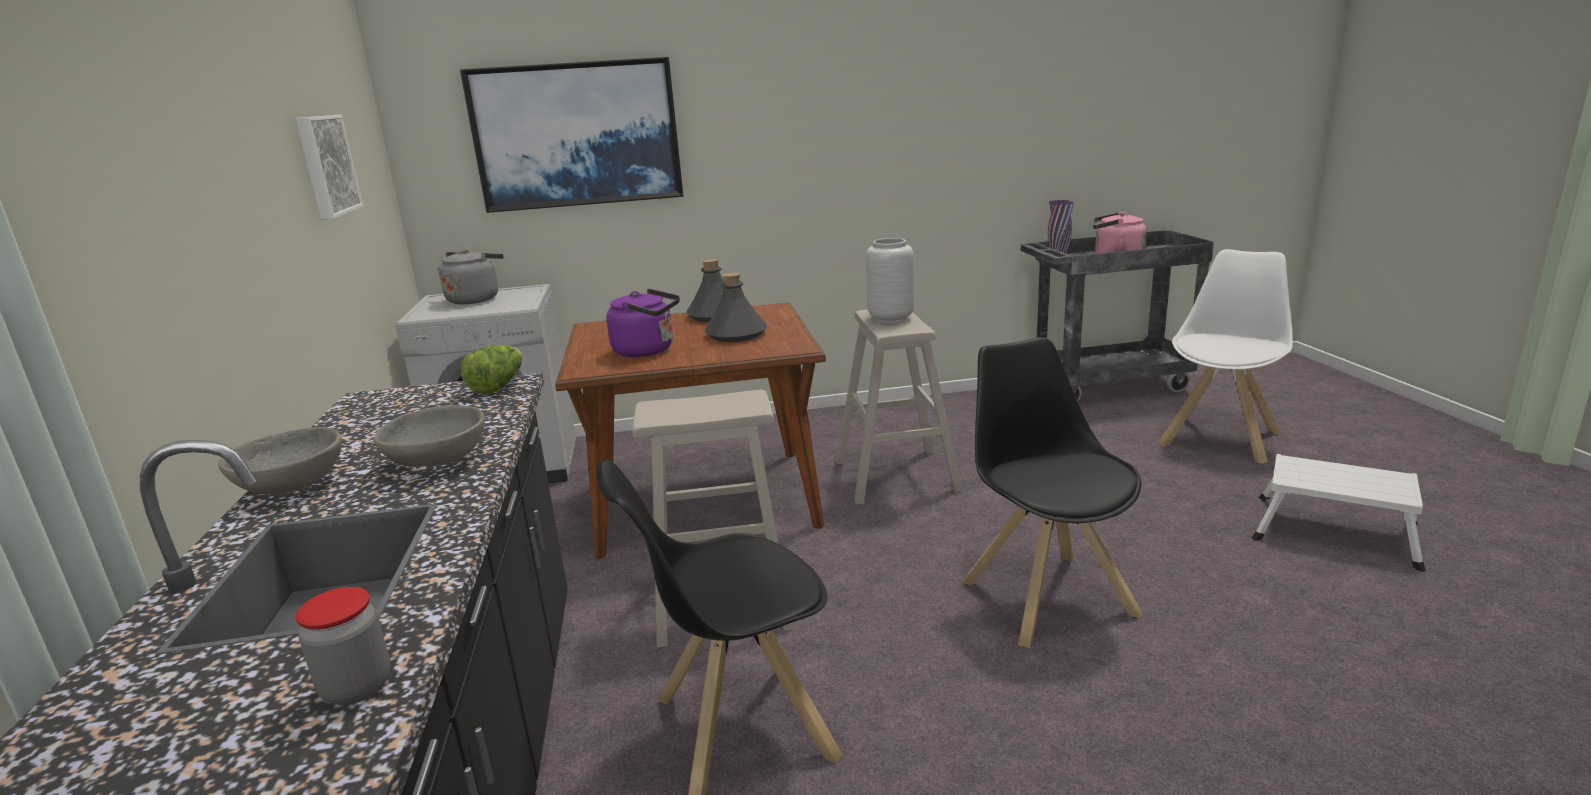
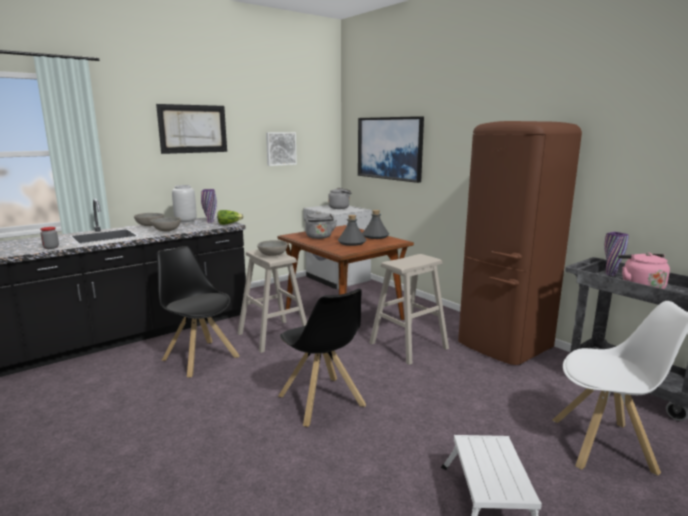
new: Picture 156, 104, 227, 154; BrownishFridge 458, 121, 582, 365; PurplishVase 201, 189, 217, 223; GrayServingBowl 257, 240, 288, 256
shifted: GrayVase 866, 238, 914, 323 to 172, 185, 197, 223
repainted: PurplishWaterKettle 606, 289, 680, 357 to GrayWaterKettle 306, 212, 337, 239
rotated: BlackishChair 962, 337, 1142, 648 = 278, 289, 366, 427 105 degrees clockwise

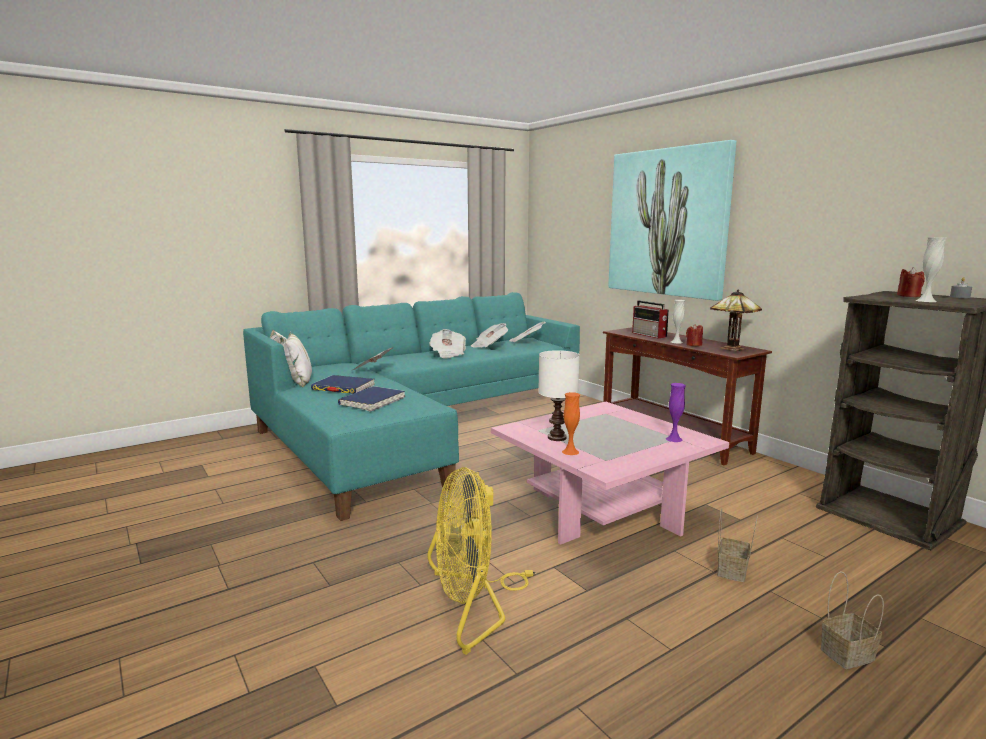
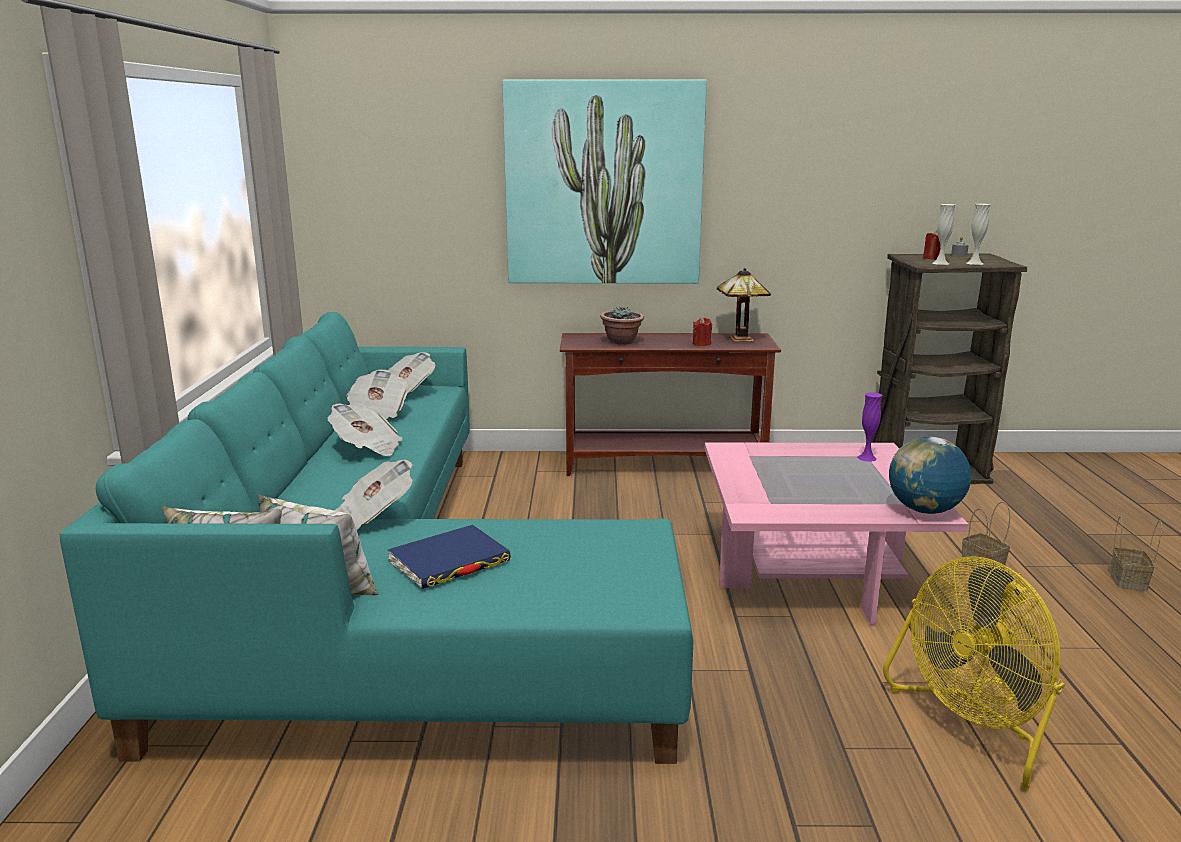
gone: WhiteLampForATable 538, 350, 580, 441; BluishBoundBook 338, 386, 405, 412; OrangeyVase 562, 392, 580, 455
new: WorldGlobe 889, 436, 971, 514
shifted: WhiteVase 671, 300, 685, 343 to 932, 204, 956, 265
swapped: Radio 632, 301, 669, 338 to PottedPlant 600, 307, 644, 345
rotated: YellowColouredElectricFan 428, 467, 536, 655 = 883, 557, 1065, 791 45 degrees clockwise

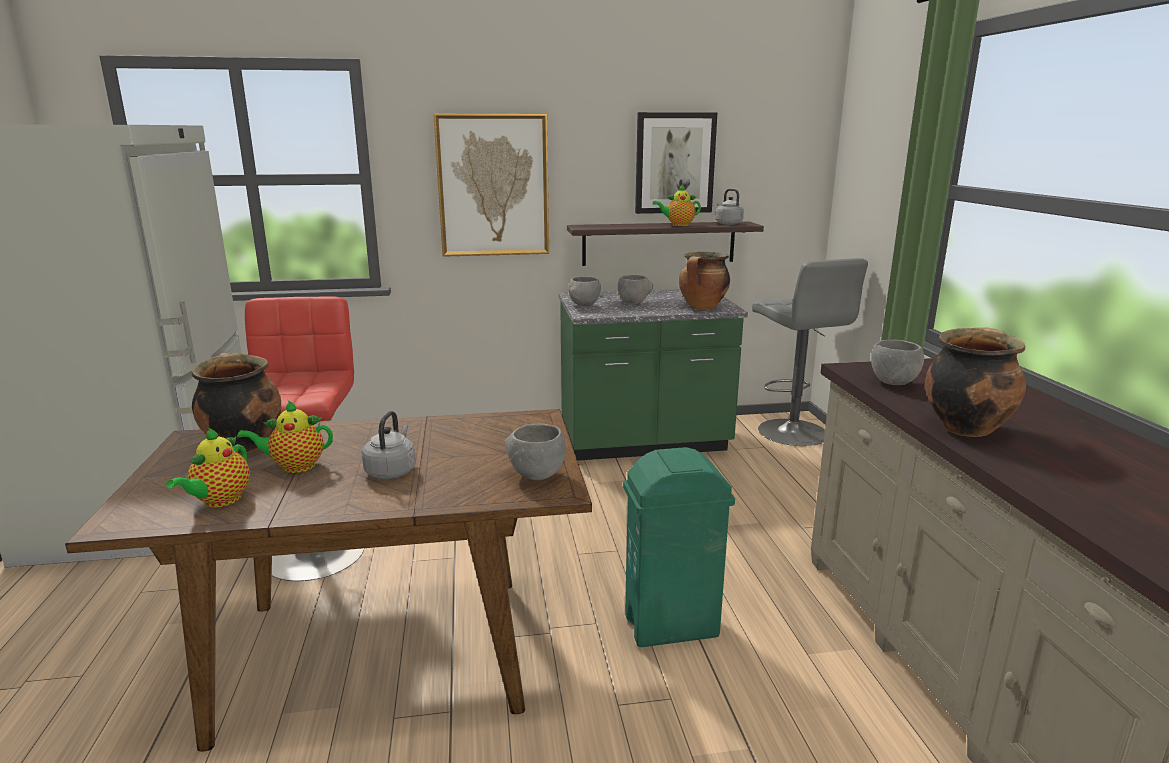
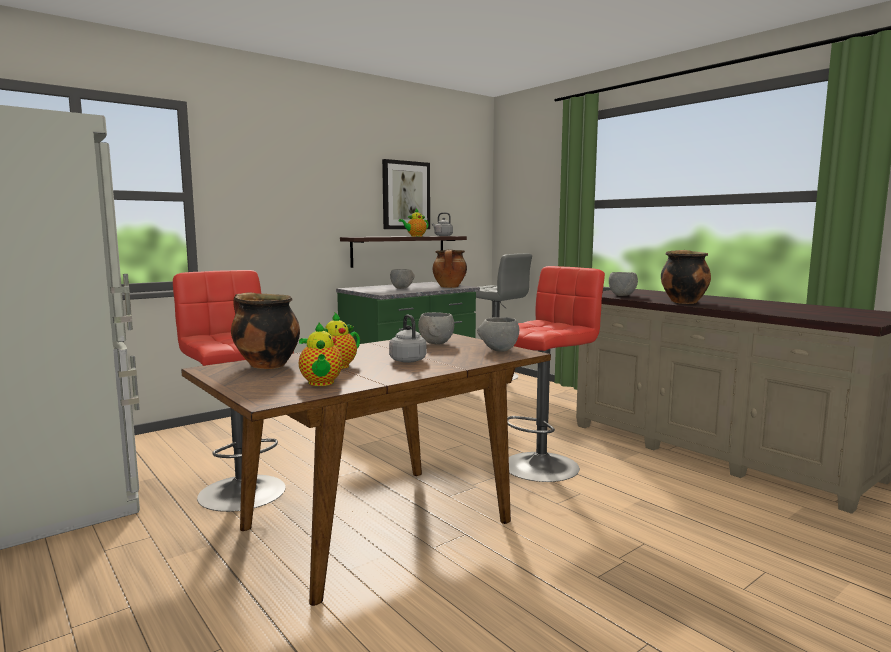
gone: Picture 433, 114, 549, 257
shifted: GrayServingBowl 568, 276, 601, 306 to 418, 312, 454, 345
swapped: GreenRubbishBin 623, 447, 735, 647 to ReddishSittingStool 507, 266, 605, 482

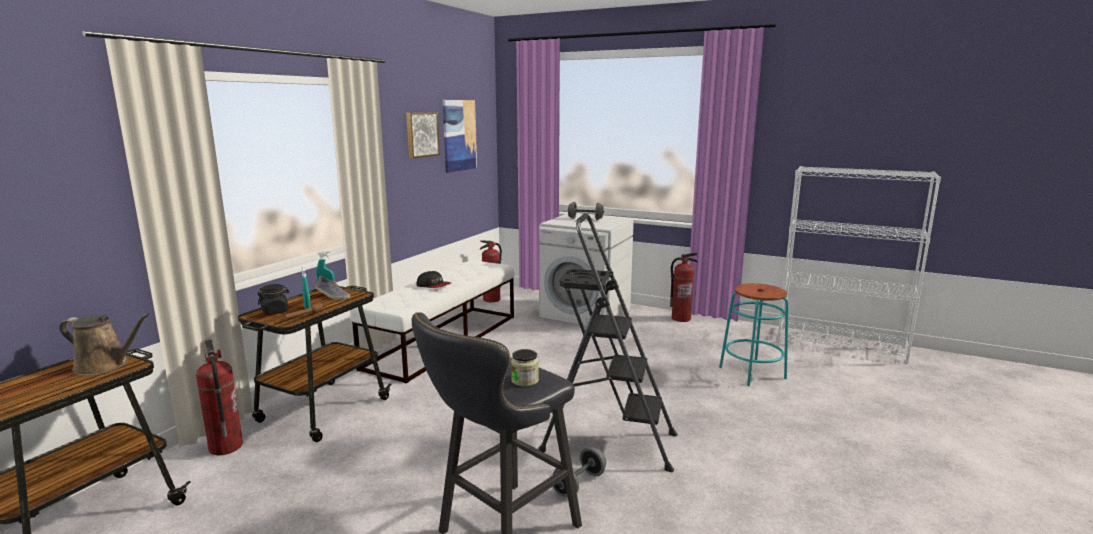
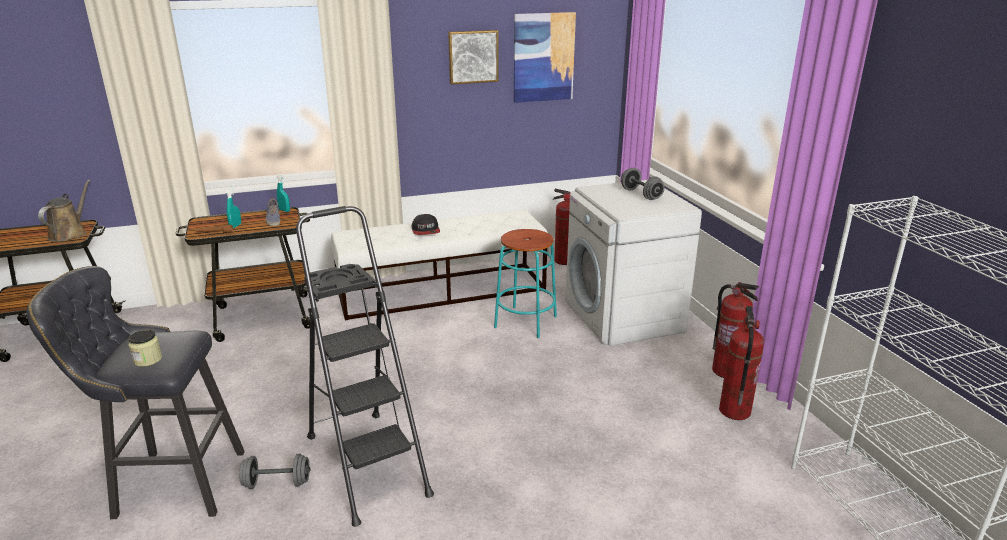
gone: BlackishStorageJar 258, 284, 289, 315
shifted: TurquoiseSittingStool 719, 283, 788, 386 to 494, 229, 557, 338; Extinguisher 196, 340, 243, 455 to 719, 306, 764, 420
rotated: BrownishWateringPot 59, 313, 150, 376 = 38, 179, 91, 242 135 degrees counterclockwise

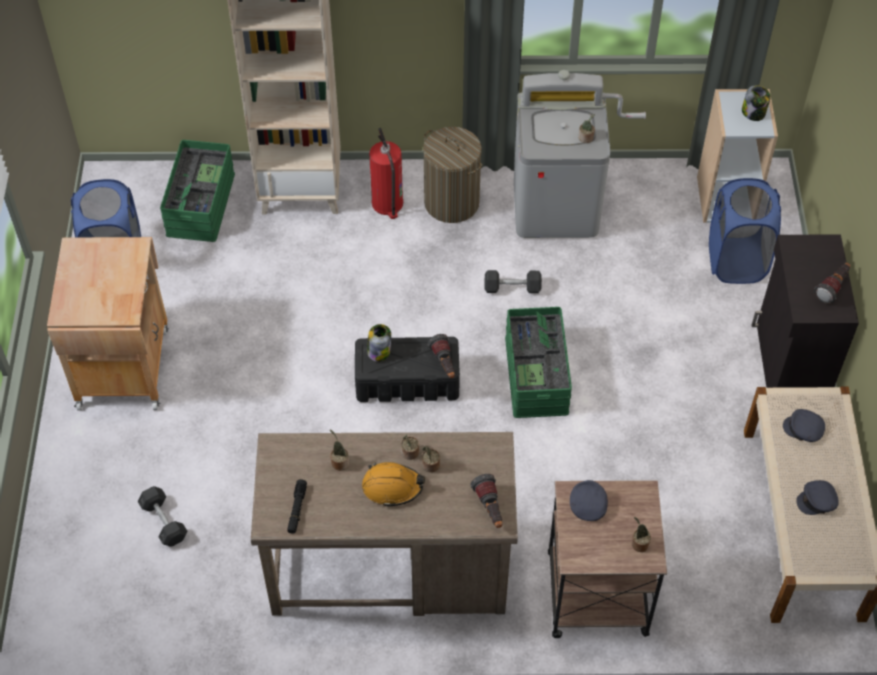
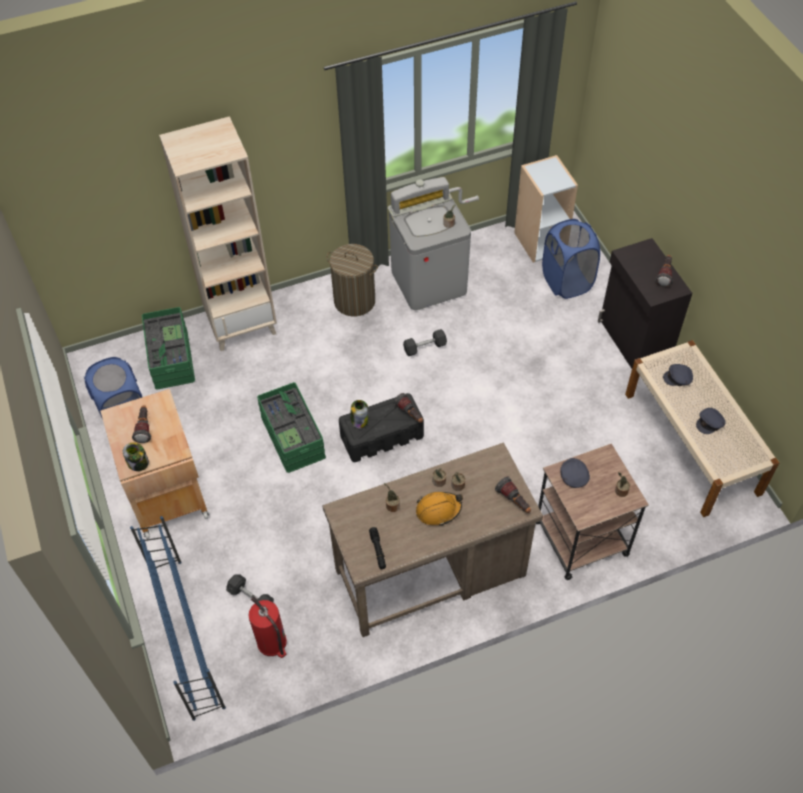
new: HandTorch 132, 405, 151, 443; BluishShoeRack 130, 516, 226, 721
shifted: StorageJar 742, 85, 771, 121 to 123, 443, 149, 471; Extinguisher 369, 128, 403, 219 to 248, 595, 287, 658; GreenStorageBin 505, 307, 572, 418 to 257, 382, 326, 473

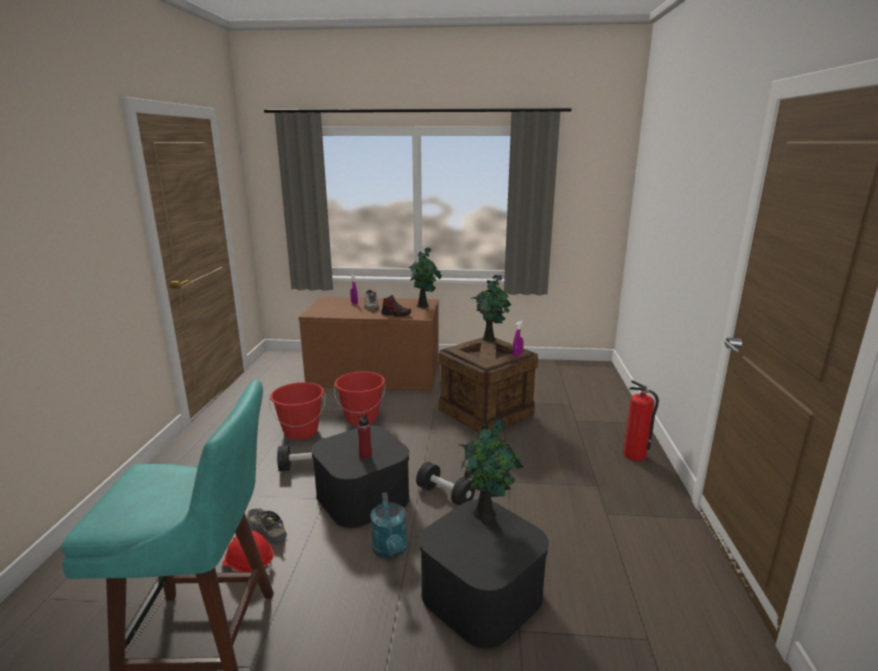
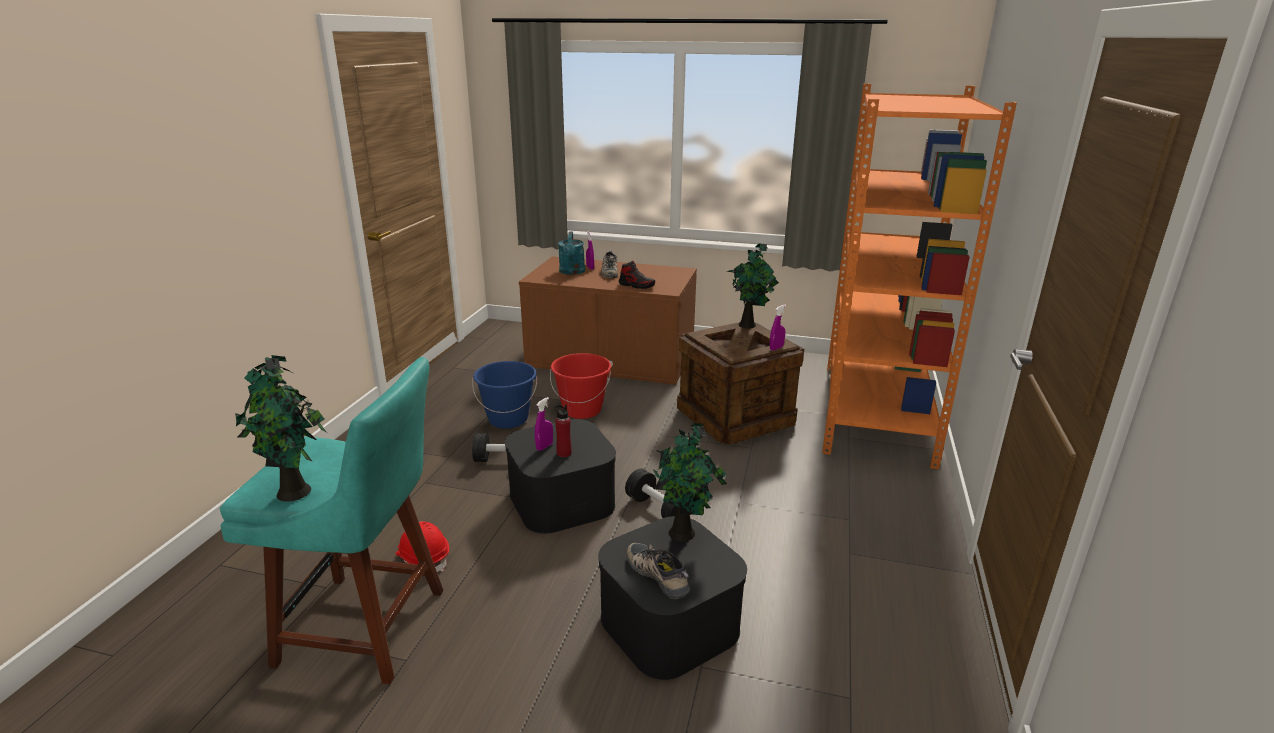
gone: Extinguisher 623, 380, 659, 461
new: OrangeyBookshelf 822, 84, 1017, 469; PurplishSprayBottle 535, 397, 553, 451
shifted: PottedPlant 409, 247, 442, 308 to 235, 355, 326, 502; TurquoiseWateringPot 370, 492, 408, 559 to 558, 232, 585, 275; LowShoe 247, 508, 287, 544 to 627, 543, 690, 599
repainted: ReddishPail 269, 382, 325, 440 to BluishPail 472, 361, 537, 429

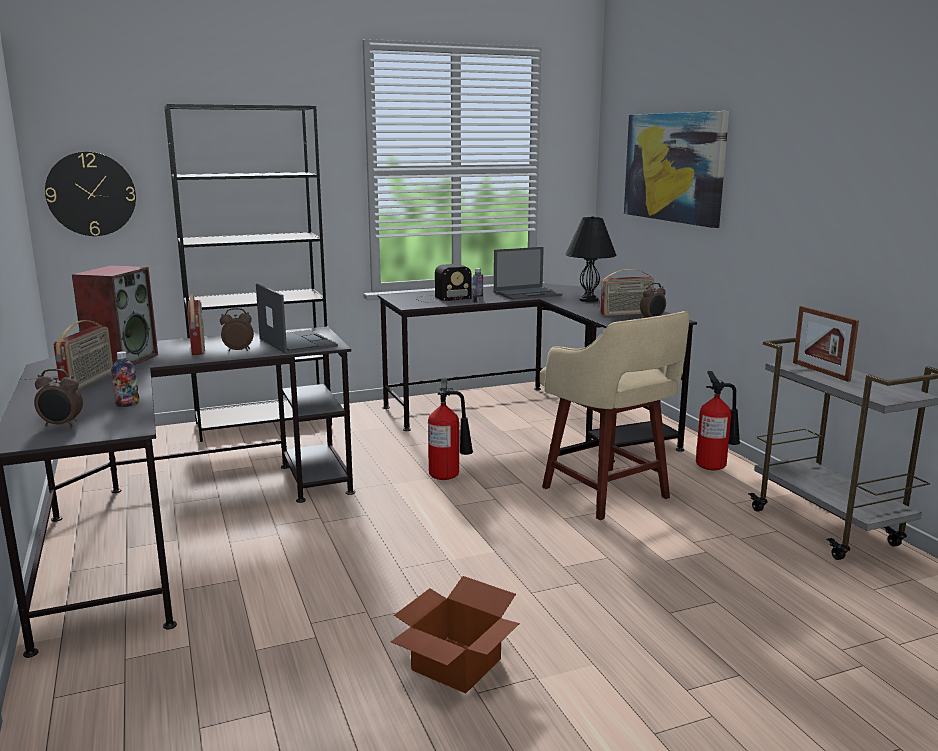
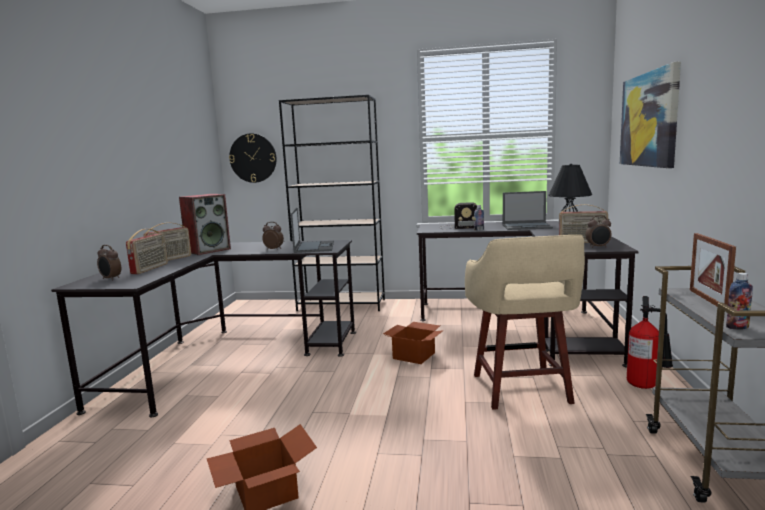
shifted: Radio 187, 294, 205, 355 to 126, 229, 168, 274; Bottle 111, 351, 139, 407 to 726, 273, 753, 330
swapped: Extinguisher 428, 378, 473, 480 to Carton 383, 322, 444, 364

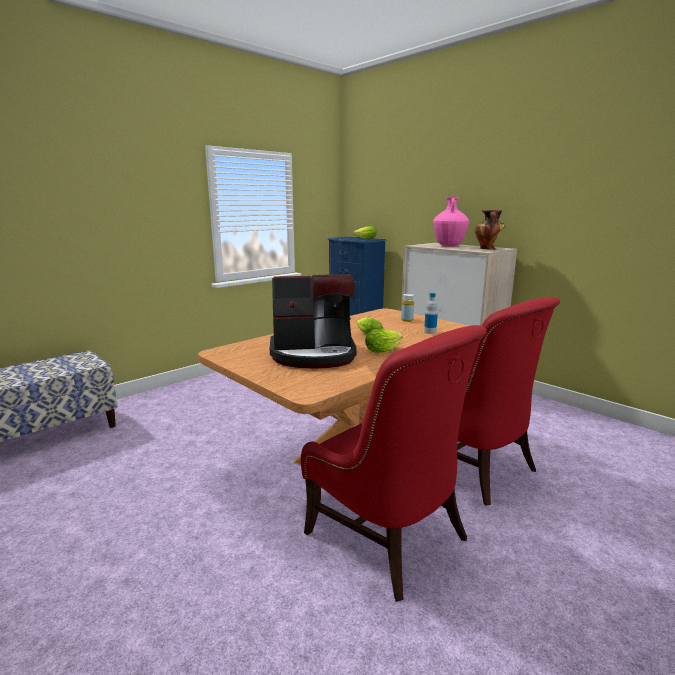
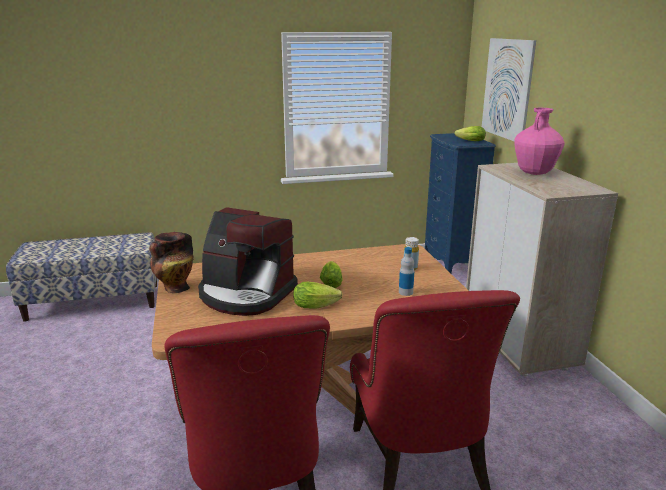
new: Picture 482, 38, 536, 141
shifted: Vase 475, 210, 505, 250 to 150, 232, 194, 293

